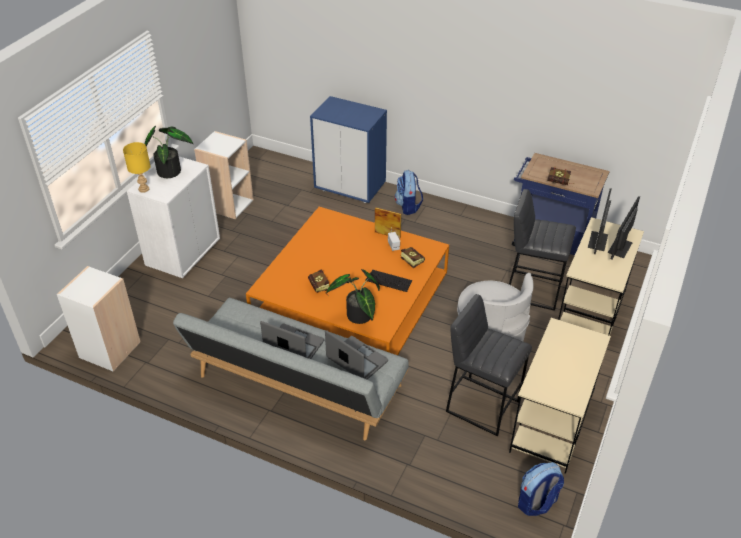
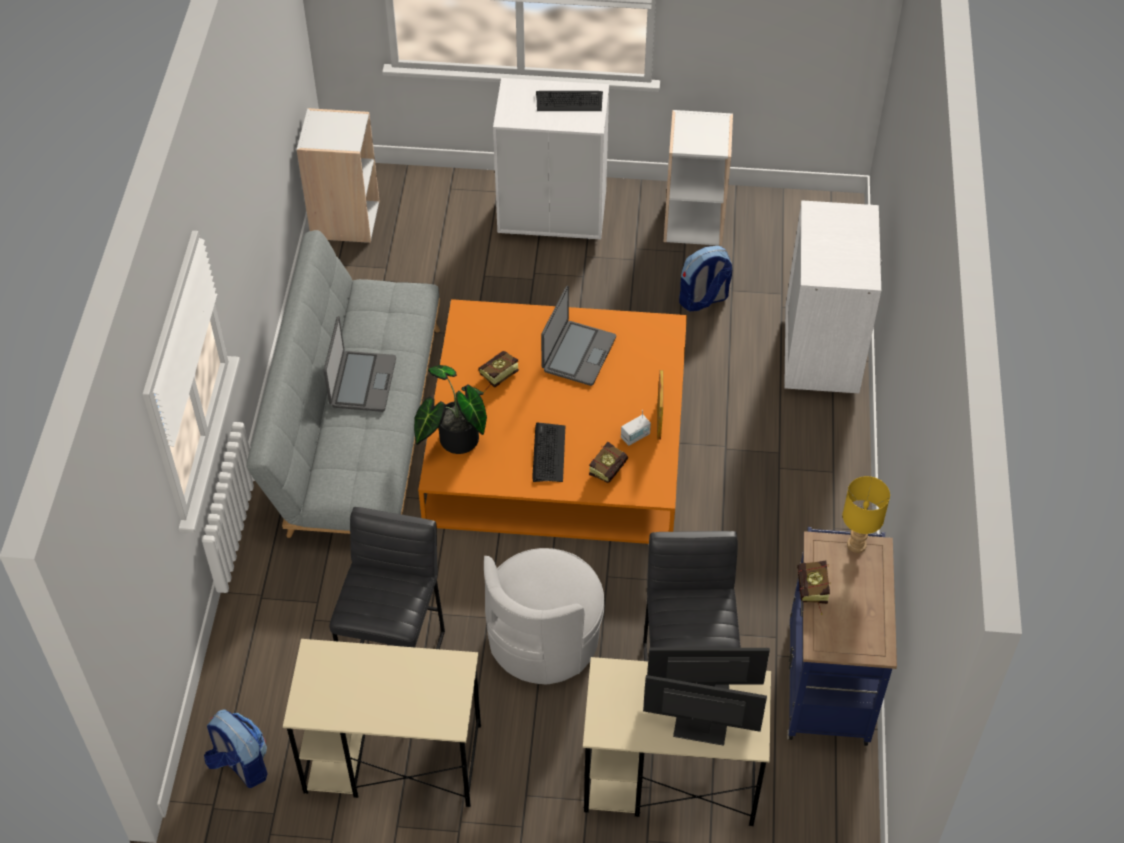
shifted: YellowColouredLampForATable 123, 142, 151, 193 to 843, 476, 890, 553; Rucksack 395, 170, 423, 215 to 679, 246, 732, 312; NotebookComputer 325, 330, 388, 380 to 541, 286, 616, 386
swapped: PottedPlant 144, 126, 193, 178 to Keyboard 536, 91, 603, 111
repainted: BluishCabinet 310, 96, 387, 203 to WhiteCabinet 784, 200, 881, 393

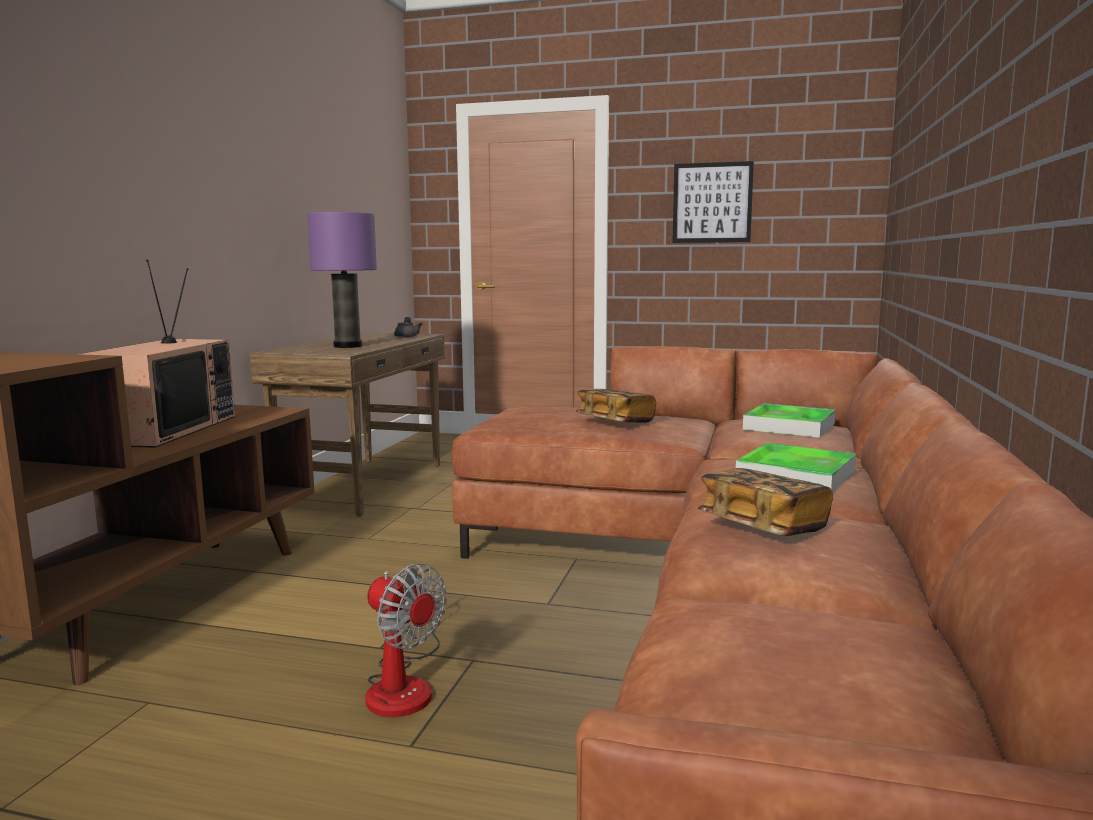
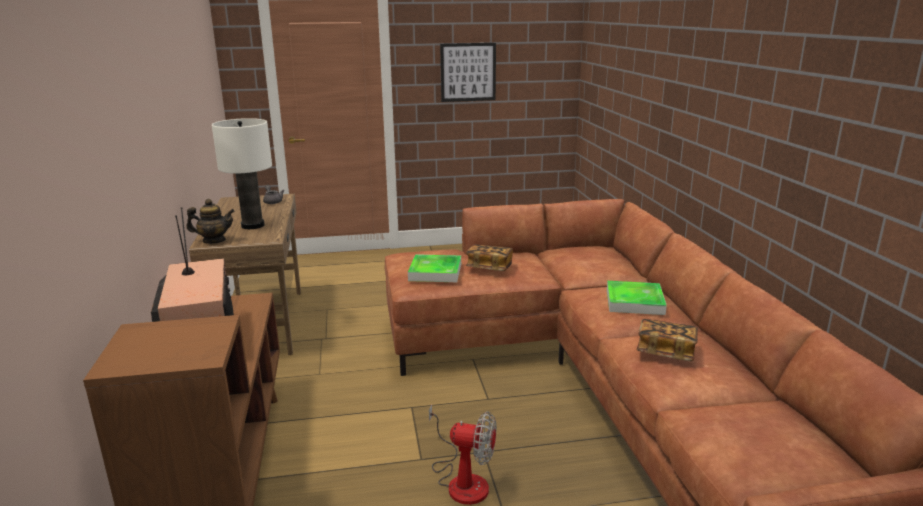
new: TeaPot 186, 199, 235, 244
shifted: Tray 743, 403, 836, 438 to 408, 254, 461, 282
repainted: PurplishLampForATable 307, 212, 377, 348 to WhiteLampForATable 212, 118, 272, 229

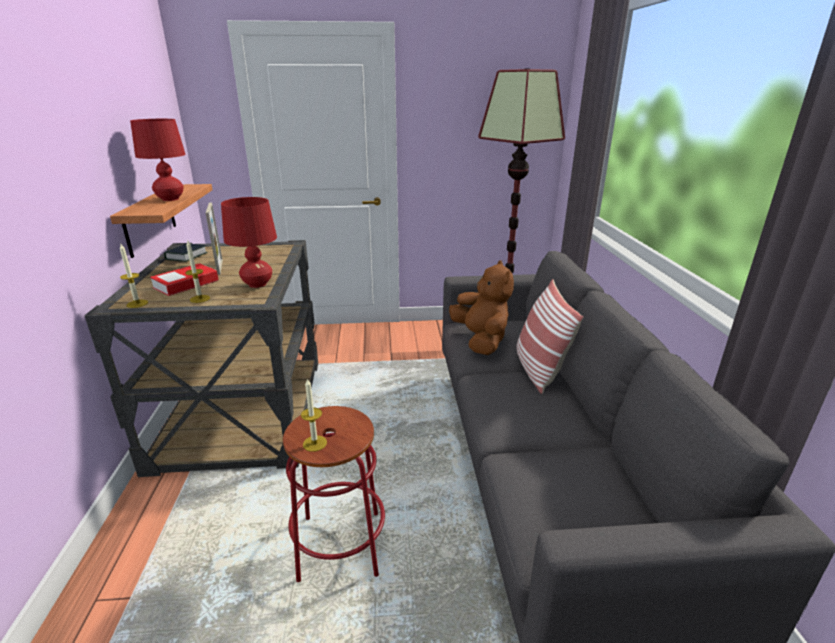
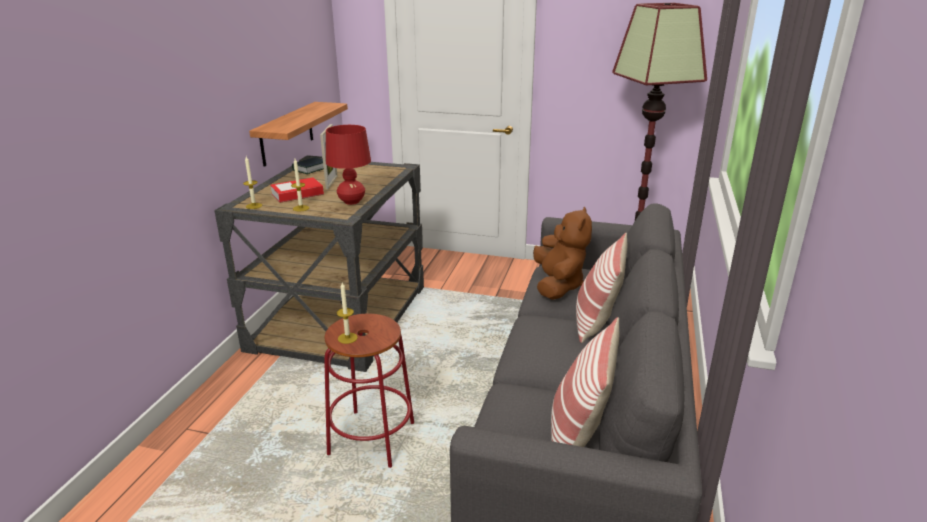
gone: ReddishLampForATable 130, 119, 185, 201
new: Cushion 551, 317, 619, 447

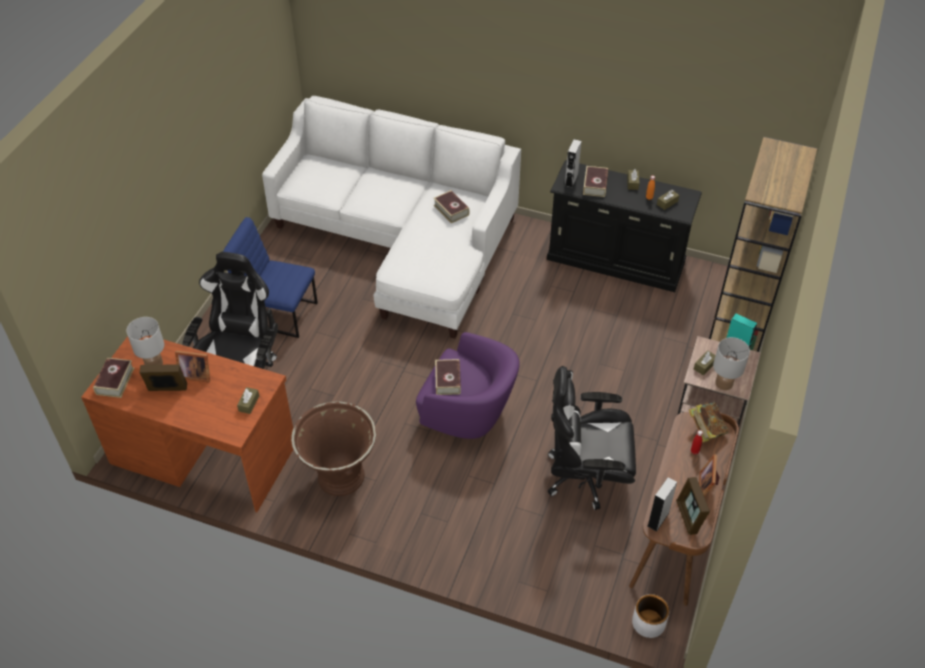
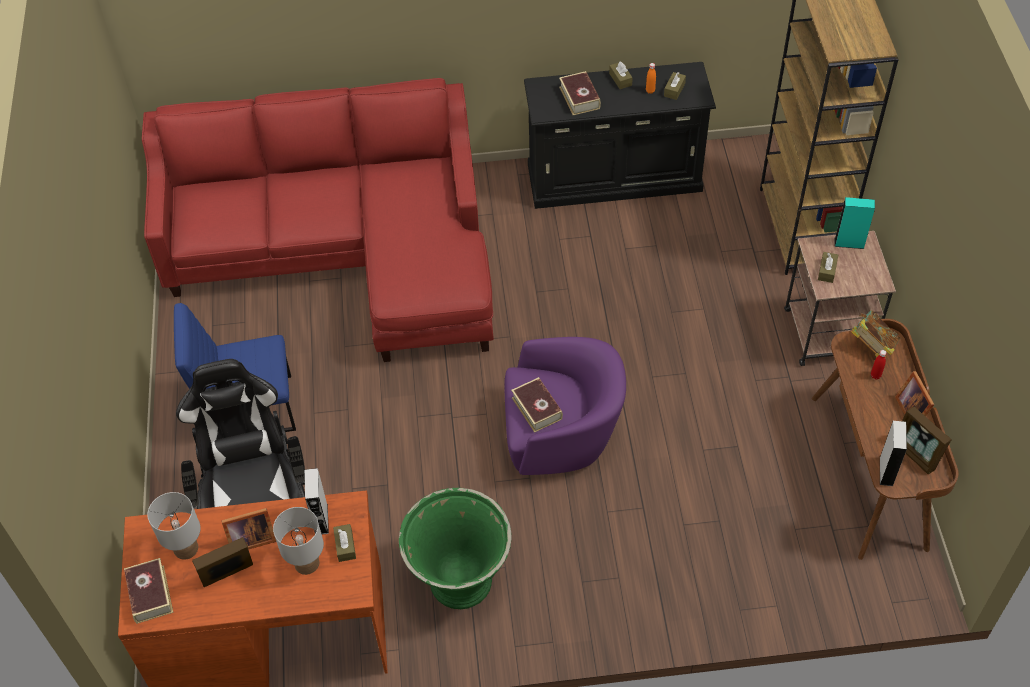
gone: BoundBook 433, 190, 470, 223; BlackishDeskChair 548, 366, 636, 510; WhitePlanter 632, 594, 669, 638
shifted: GraySpeaker 565, 139, 582, 188 to 304, 468, 329, 534; GrayLampForATable 713, 337, 750, 390 to 273, 507, 324, 575
repainted: WhiteSofa 262, 96, 521, 339 to ReddishSofa 142, 78, 494, 362; BrownishPlanter 291, 401, 376, 496 to GreenPlanter 399, 488, 512, 609

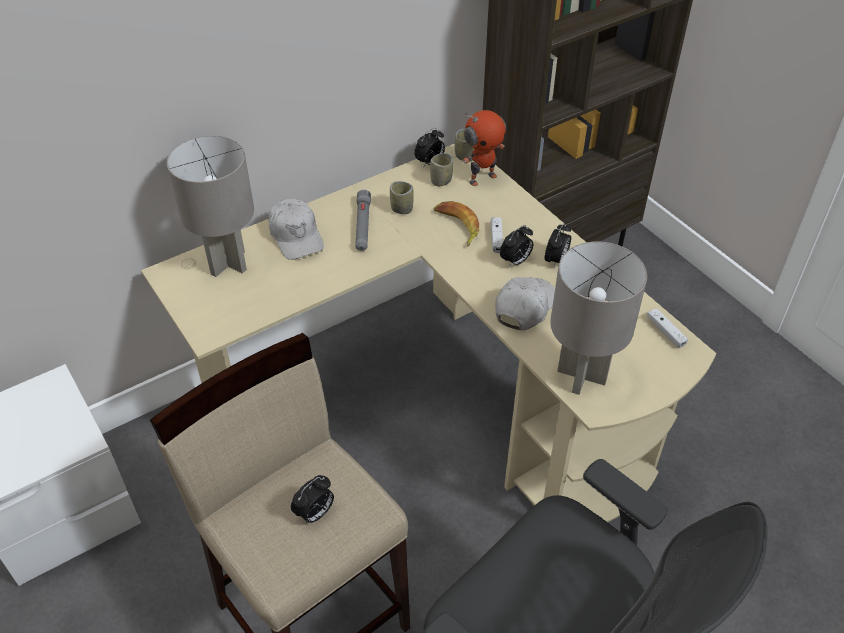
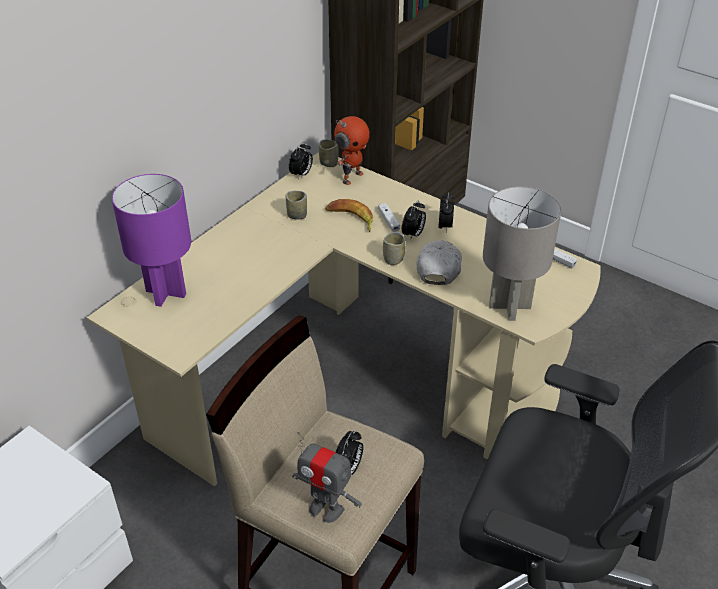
gone: GrayHandTorch 355, 189, 371, 251; WhiteCap 269, 199, 324, 260
new: ModelRobot 292, 432, 362, 523
shifted: DrinkingCup 430, 153, 453, 186 to 383, 232, 405, 265
repainted: GrayLampForATable 167, 135, 254, 277 to PurplishLampForATable 112, 174, 191, 307

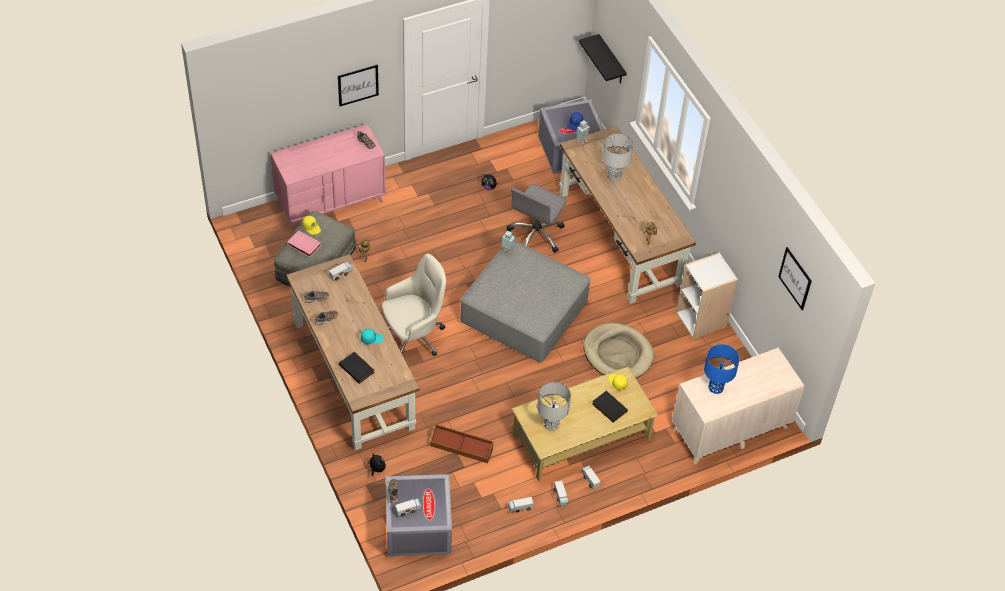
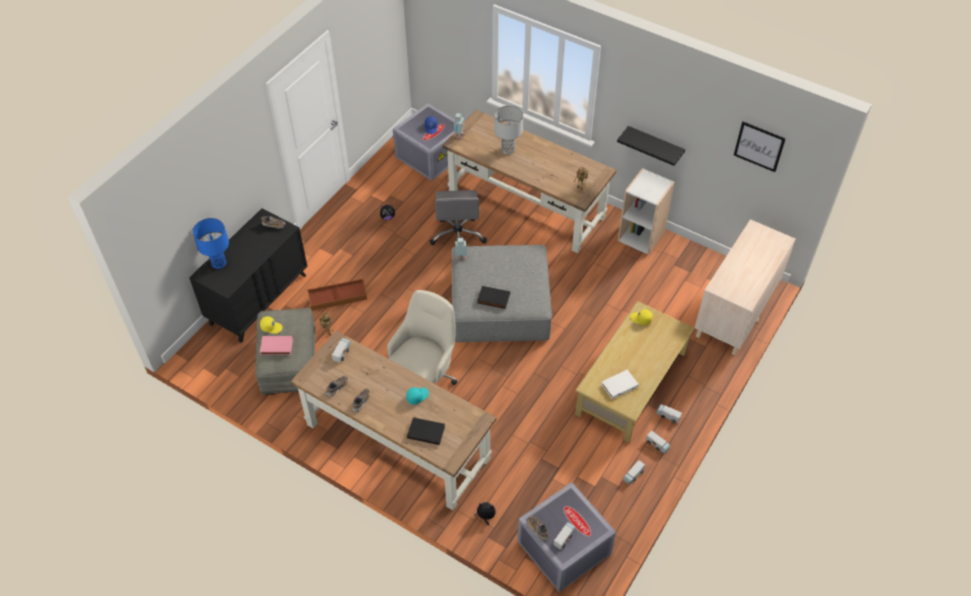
gone: Picture 338, 64, 379, 106; BeigeDogBed 583, 323, 654, 378
shifted: BlackishBracketShelf 579, 34, 627, 84 to 617, 126, 685, 166; BluishLampForATable 704, 344, 740, 394 to 192, 218, 229, 269; BlackishBoundBook 592, 391, 628, 422 to 477, 286, 510, 309; BrownishStorageBin 430, 424, 494, 463 to 307, 279, 367, 310
swapped: WhiteLampForATable 537, 382, 571, 431 to WhiteBoundBook 601, 369, 639, 399
repainted: PinkishChestOfDrawers 270, 124, 386, 231 to BlackishChestOfDrawers 189, 209, 307, 343

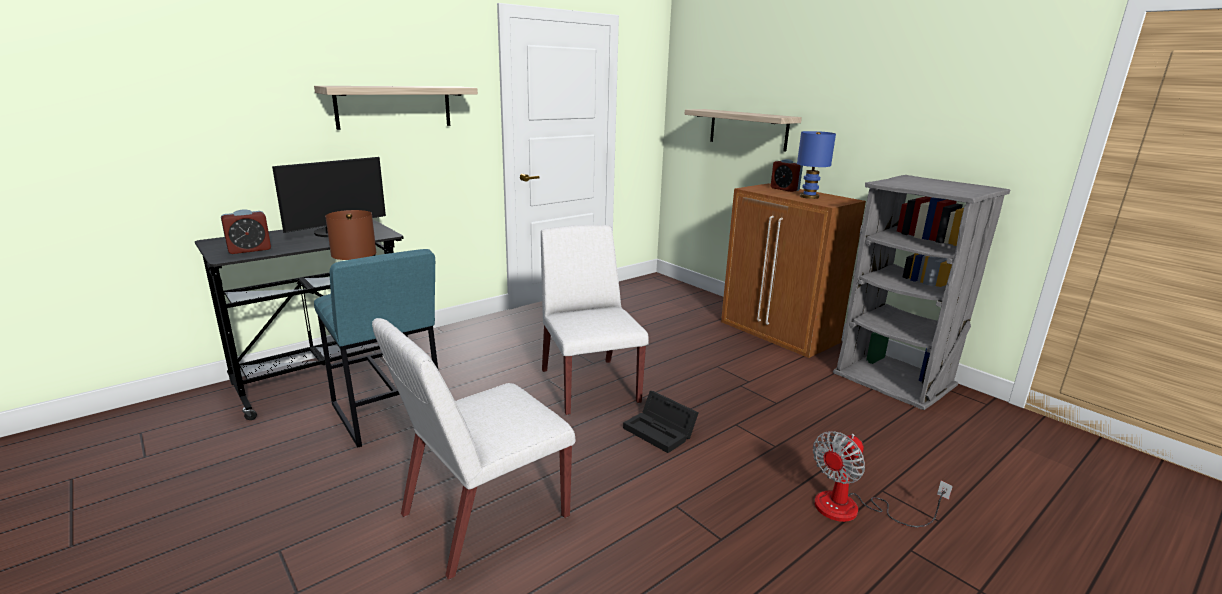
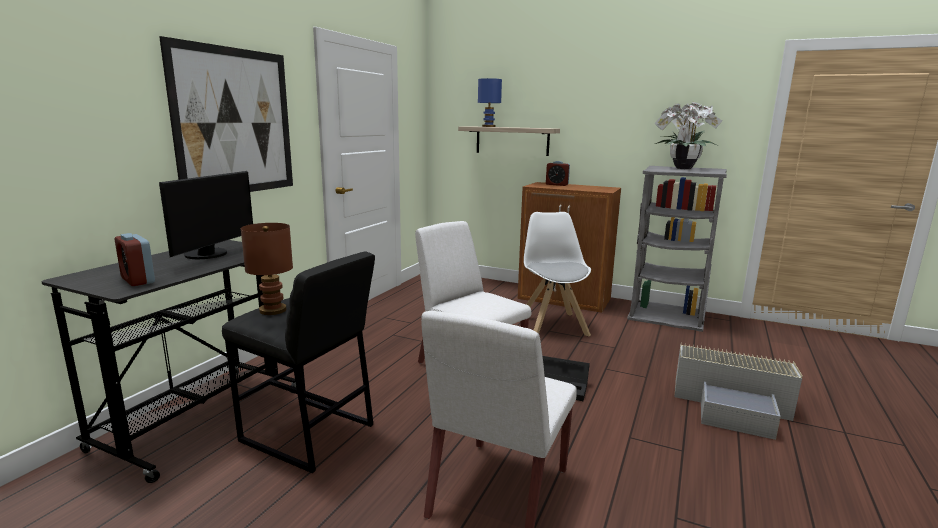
new: PottedPlant 654, 102, 722, 169; Chair 524, 212, 591, 337
shifted: BluishLampForATable 797, 131, 836, 199 to 478, 78, 502, 127
swapped: BracketShelf 314, 86, 478, 130 to Picture 159, 36, 293, 192; ElectricFan 813, 431, 953, 527 to GrayStorageBin 674, 345, 803, 440
repainted: BluishSittingStool 314, 249, 438, 448 to BlackishSittingStool 222, 251, 375, 473
rotated: AlarmClock 221, 209, 271, 254 = 115, 233, 155, 286 105 degrees clockwise

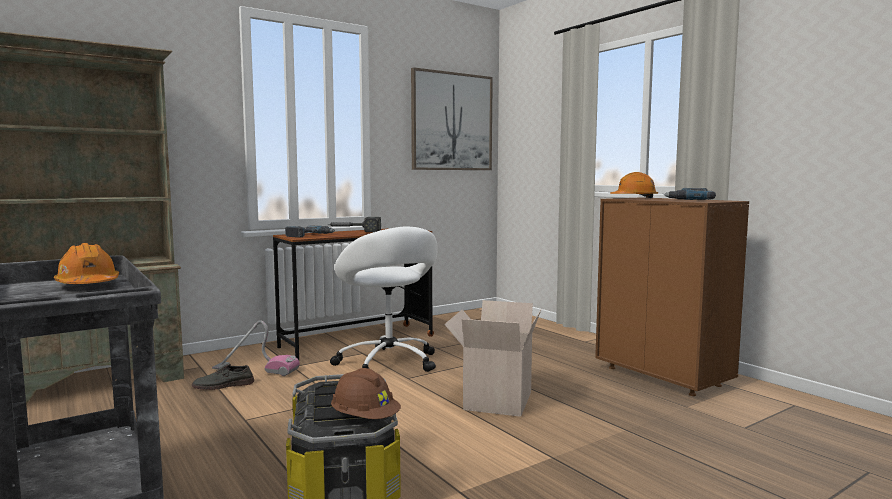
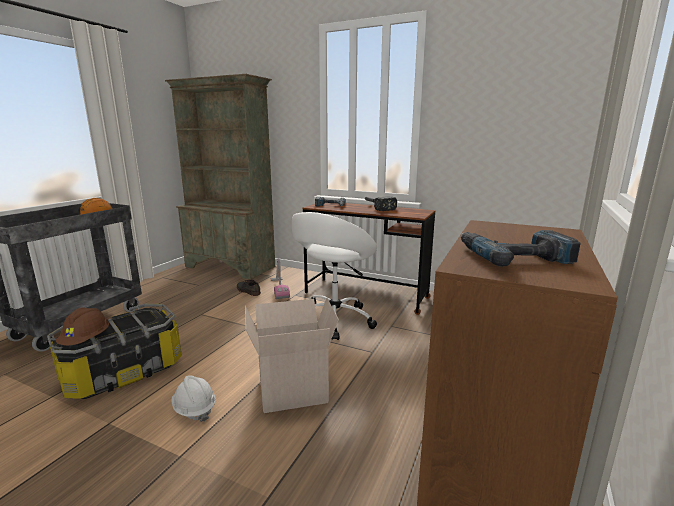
gone: Picture 411, 67, 493, 170; OrangeySafetyHelmet 610, 172, 658, 198
new: WhiteSafetyHelmet 172, 375, 216, 422

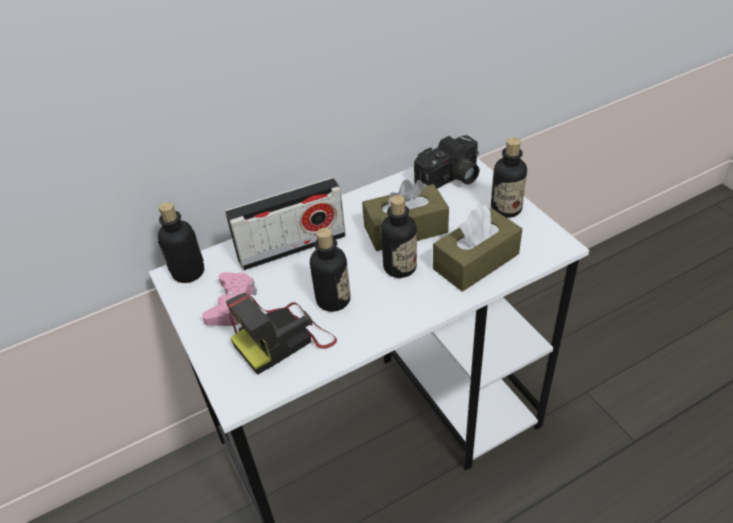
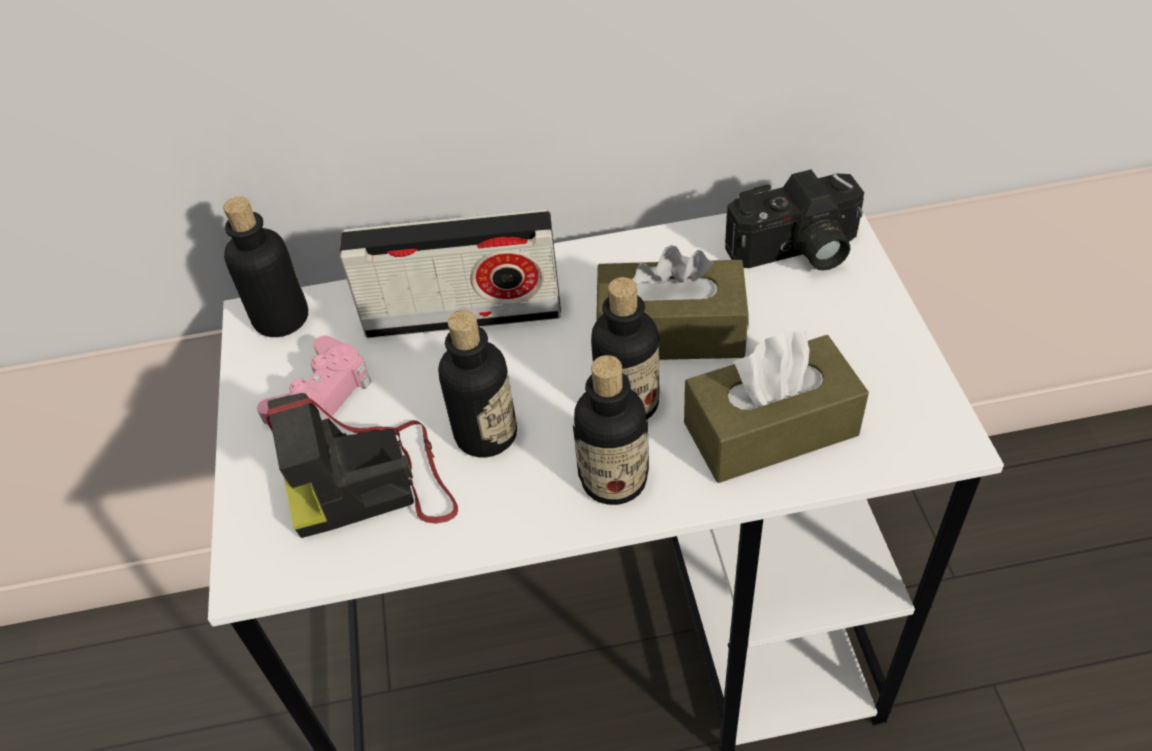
shifted: Bottle 491, 138, 527, 218 to 573, 355, 649, 505

